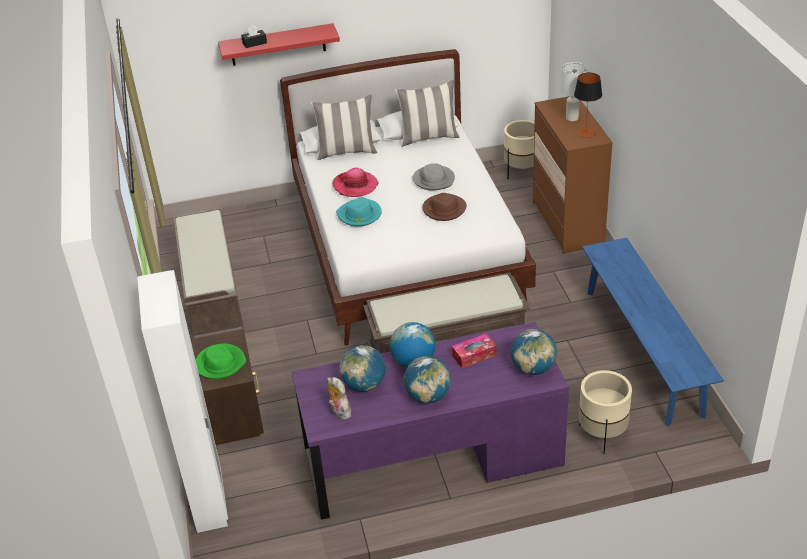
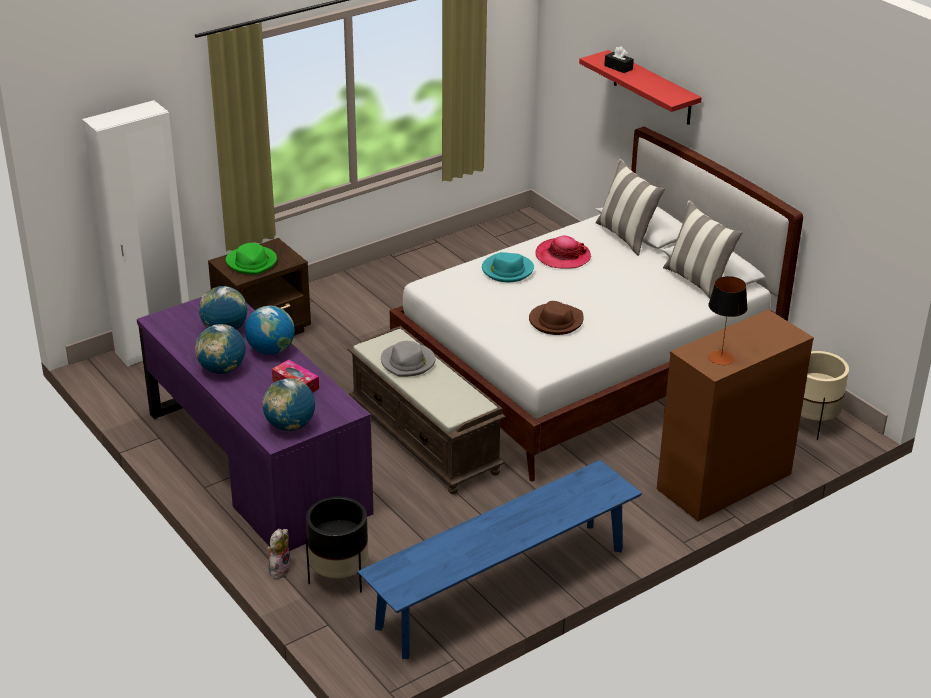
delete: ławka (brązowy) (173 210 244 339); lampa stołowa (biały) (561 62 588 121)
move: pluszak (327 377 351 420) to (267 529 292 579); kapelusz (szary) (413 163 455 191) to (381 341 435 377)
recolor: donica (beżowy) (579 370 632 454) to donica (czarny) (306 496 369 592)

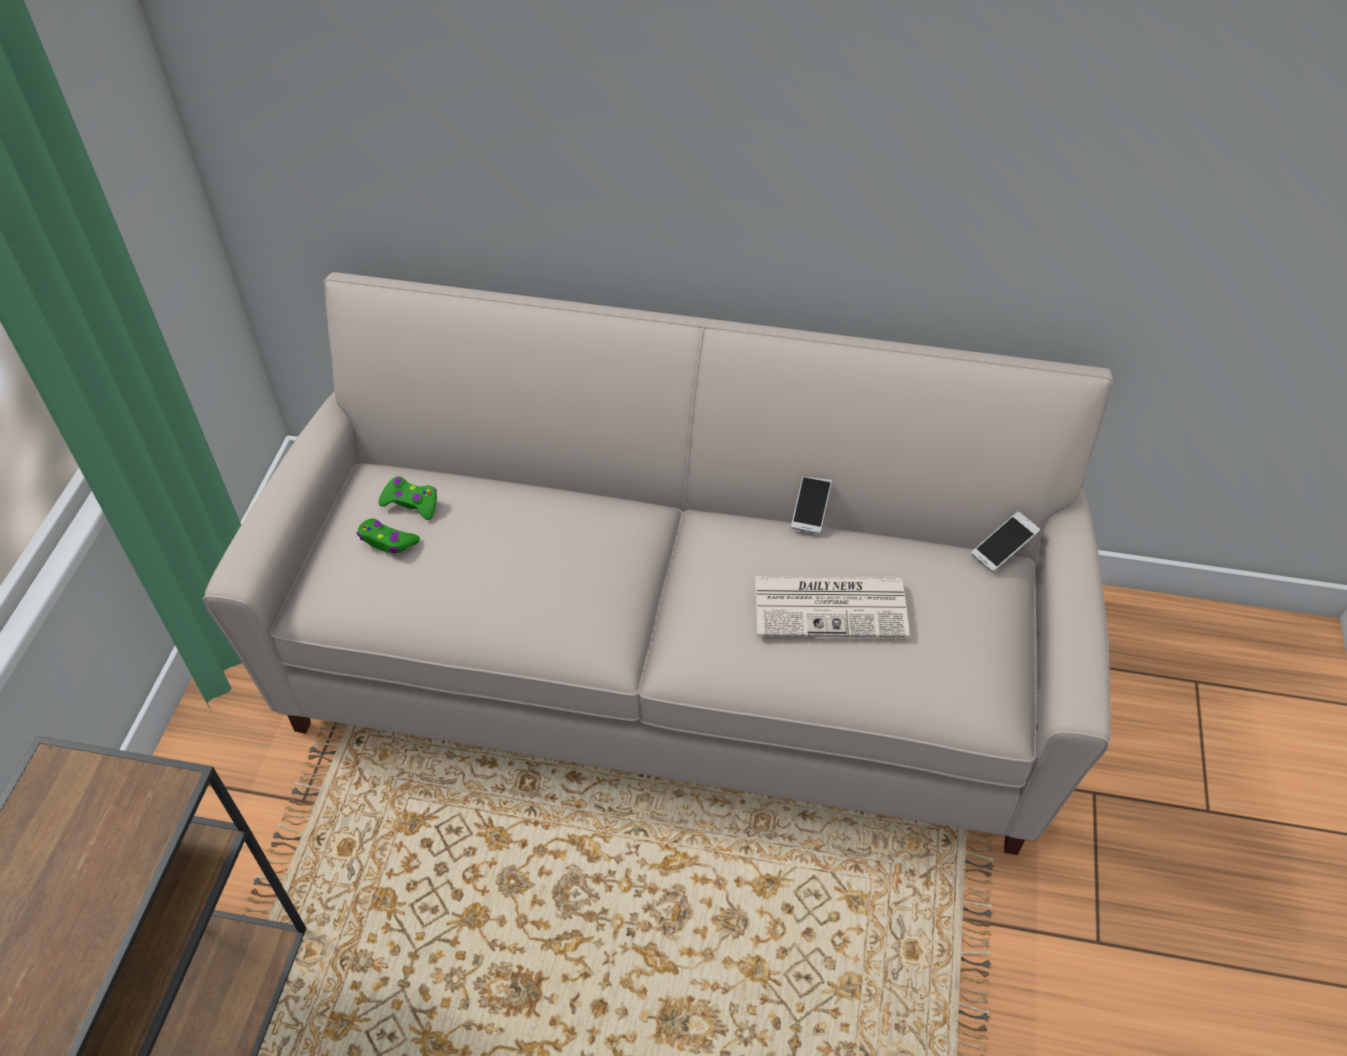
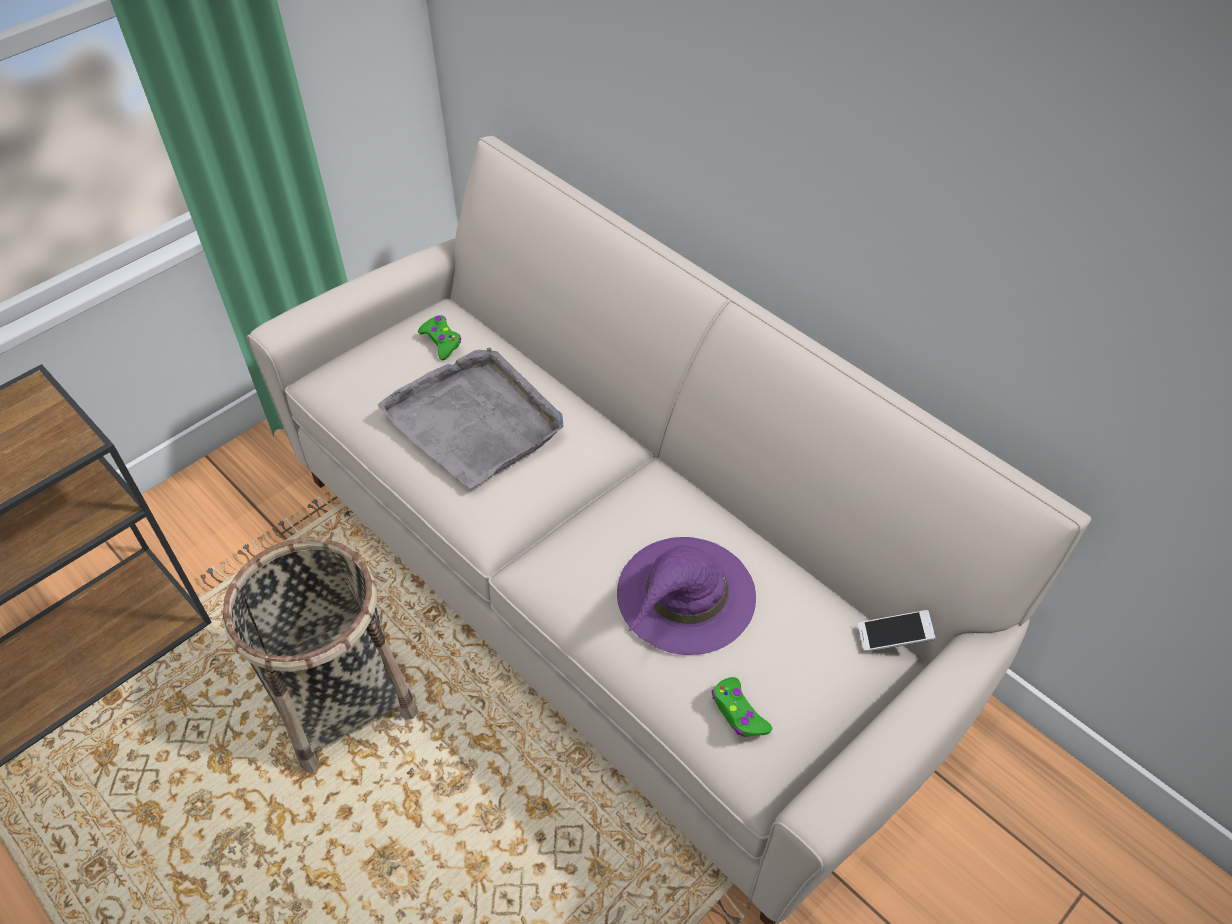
delete: telefon (791 477 832 534)
insert: koszyk (223 537 417 773); taca (szary) (378 348 563 488)
move: pad do gier (zielony) (357 519 420 554) to (712 677 772 737)
replace: gazeta (755 576 910 638) to kapelusz (fioletowy) (617 537 756 655)

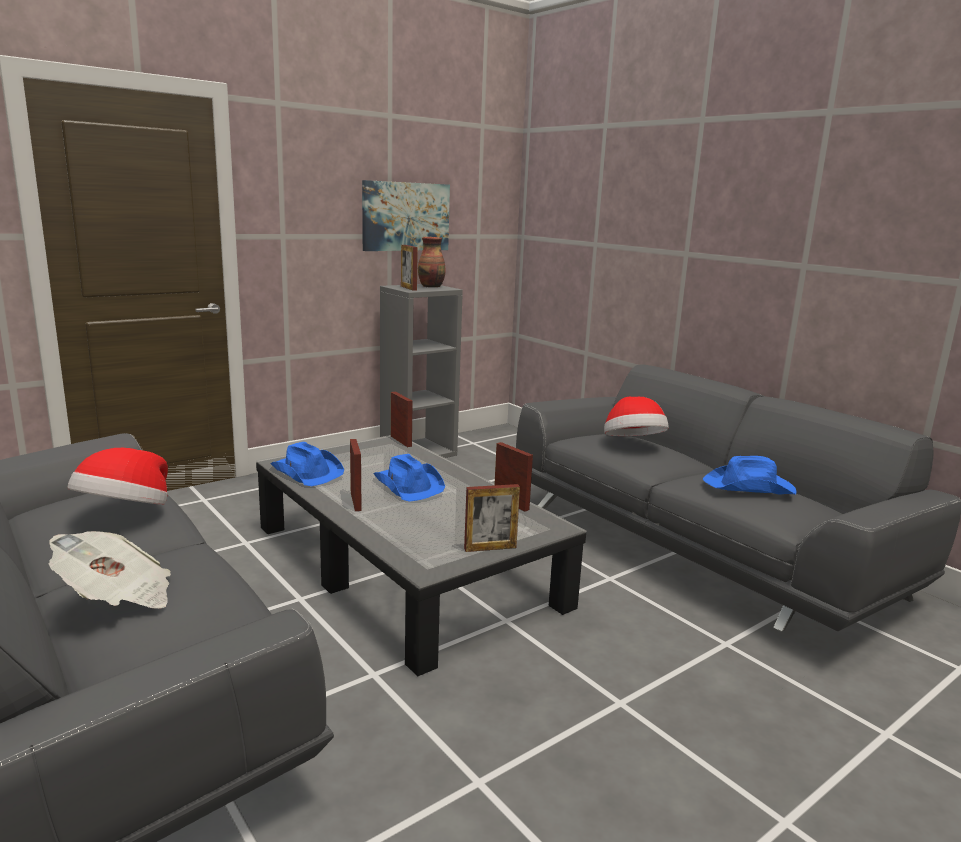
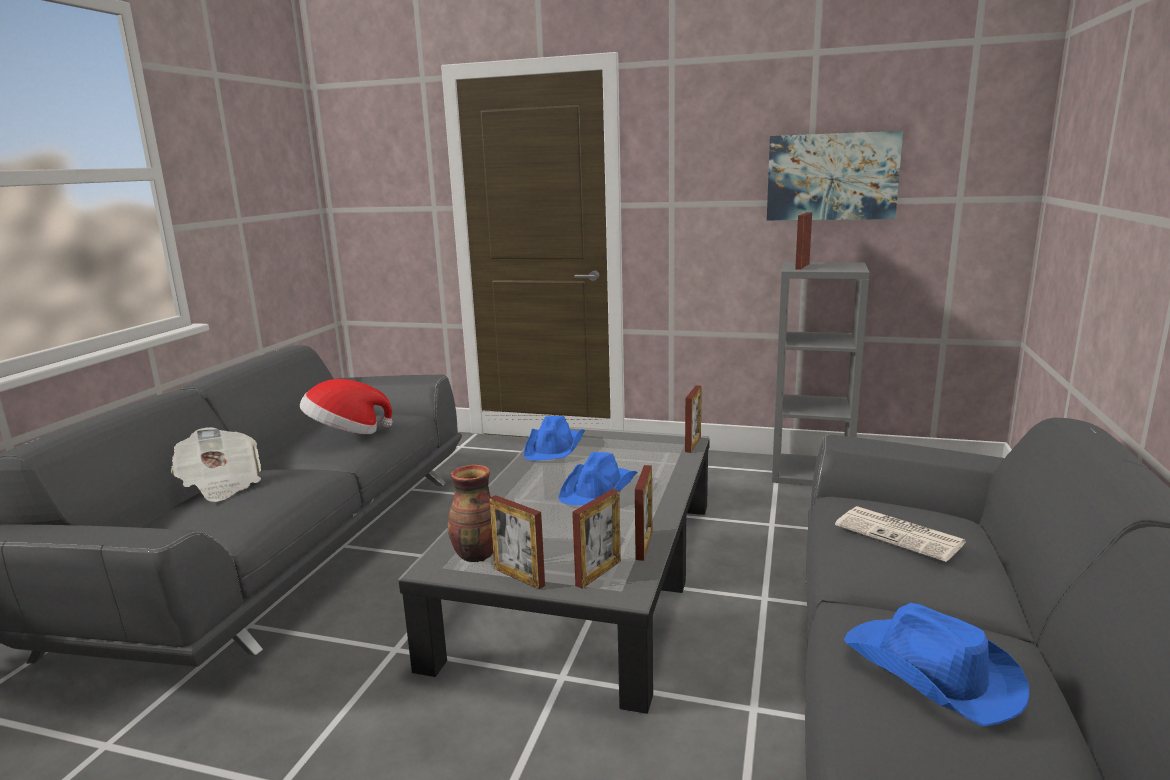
move: wazon (418 237 446 287) to (448 465 493 562); ramka na zdjęcie (350 439 362 511) to (572 489 621 589)
replace: kapelusz (604 397 669 436) to gazeta (835 506 966 562)

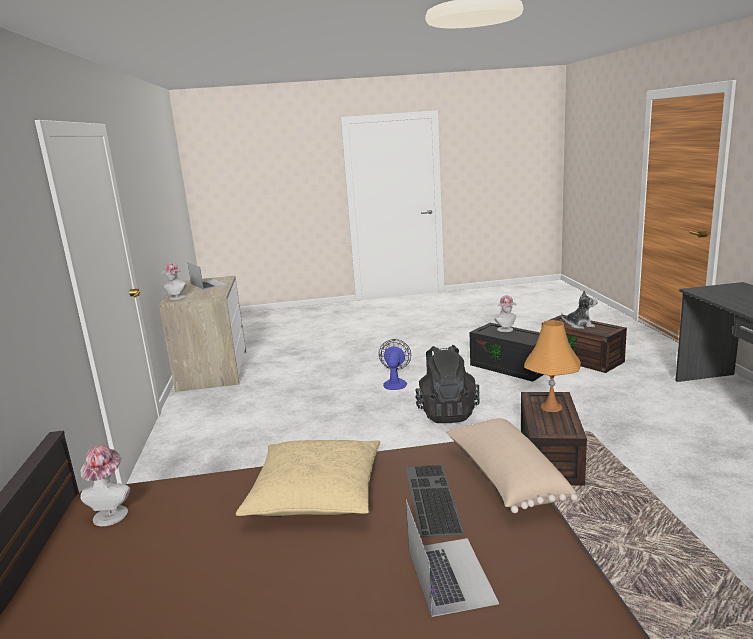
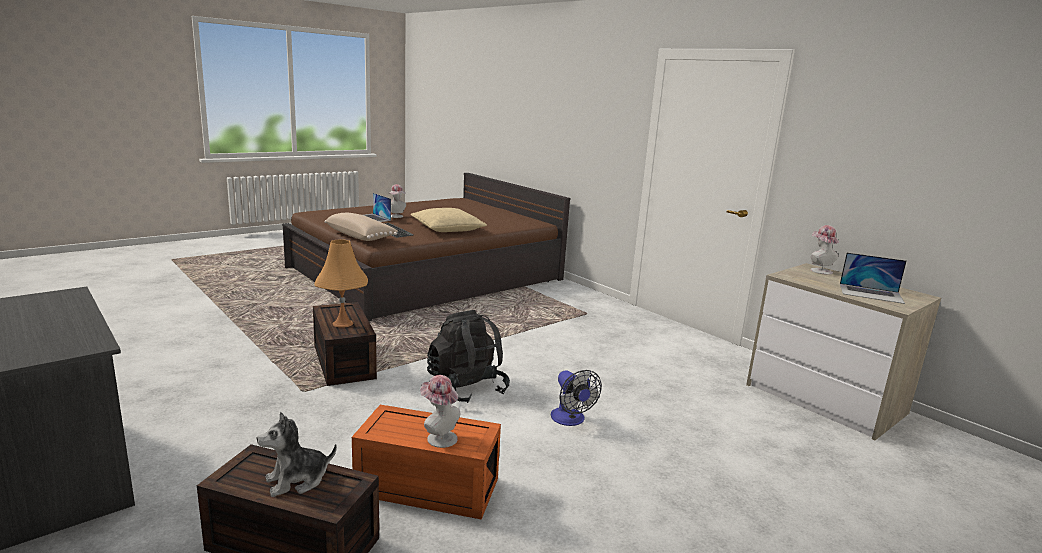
move: kapelusz (80 445 130 526) to (388 184 406 218)
recolor: pojemnik do przechowywania (czarny) (470 323 544 382) to pojemnik do przechowywania (pomarańczowy) (352 405 501 520)

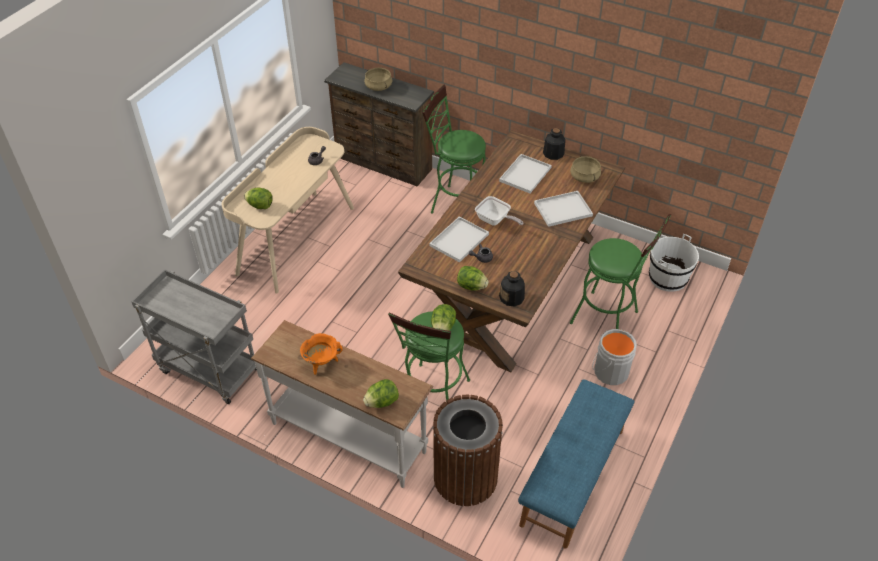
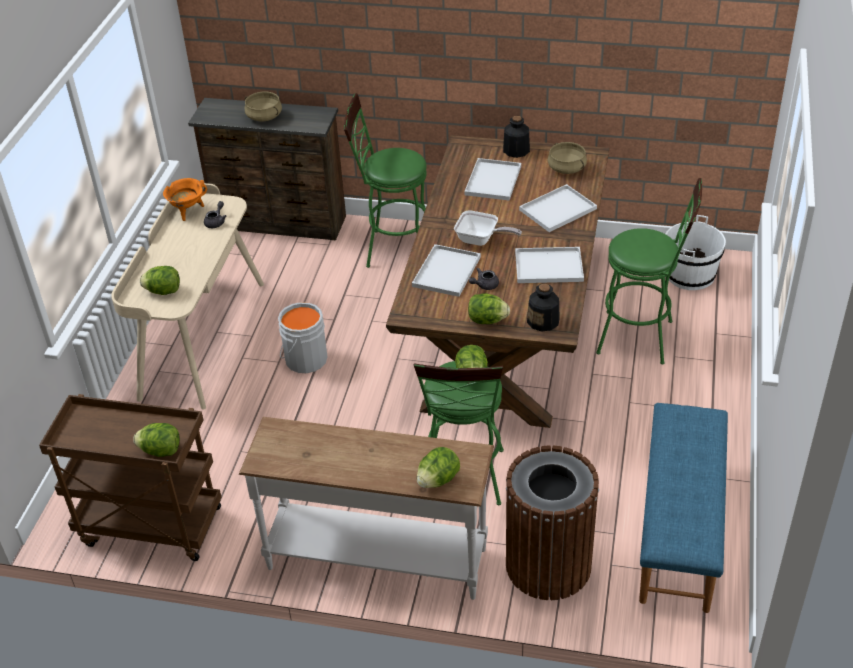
insert: sałata (133 423 180 457); taca (biały) (515 247 584 283)
move: garnek (pomarańczowy) (300 333 342 375) to (163 178 207 221); wiadro (szary) (592 329 637 385) to (278 302 328 373)
recolor: wózek (szary) (131 270 257 404) to wózek (brązowy) (39 394 222 561)

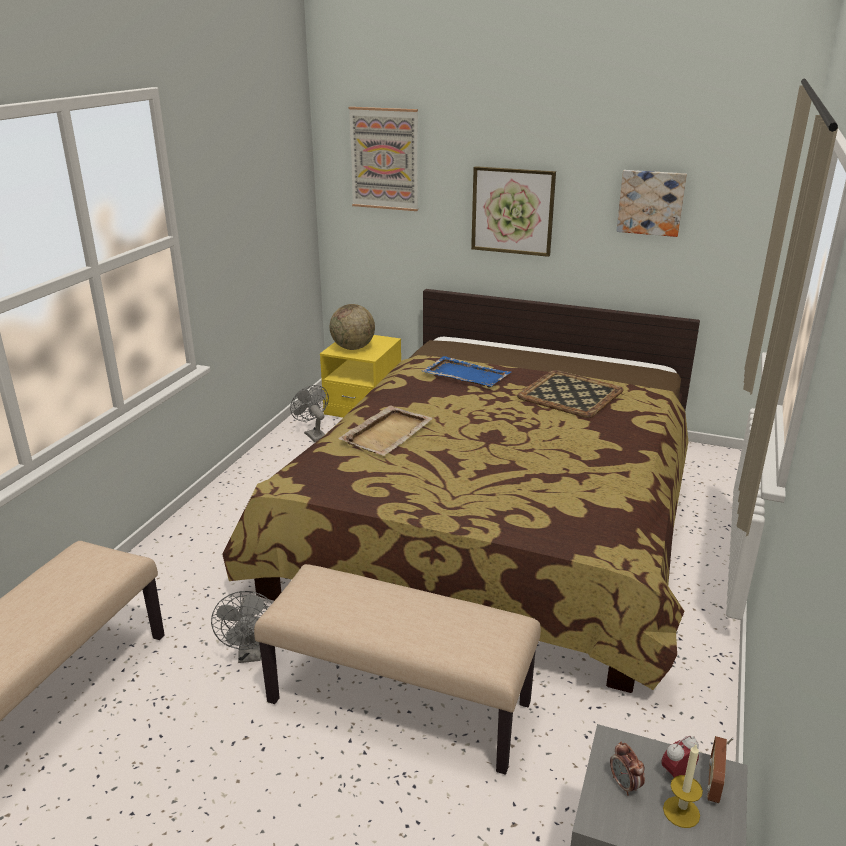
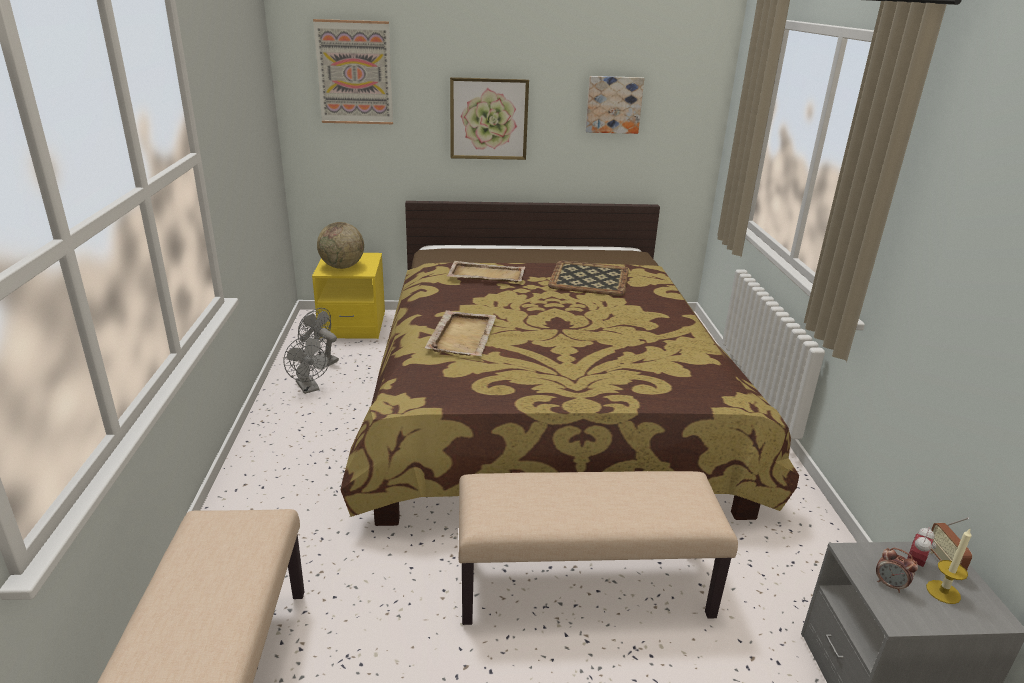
move: wentylator (szary) (211 591 272 663) to (283 336 331 394)
recolor: taca (niebieski) (422 356 511 387) to taca (beżowy) (447 261 525 283)

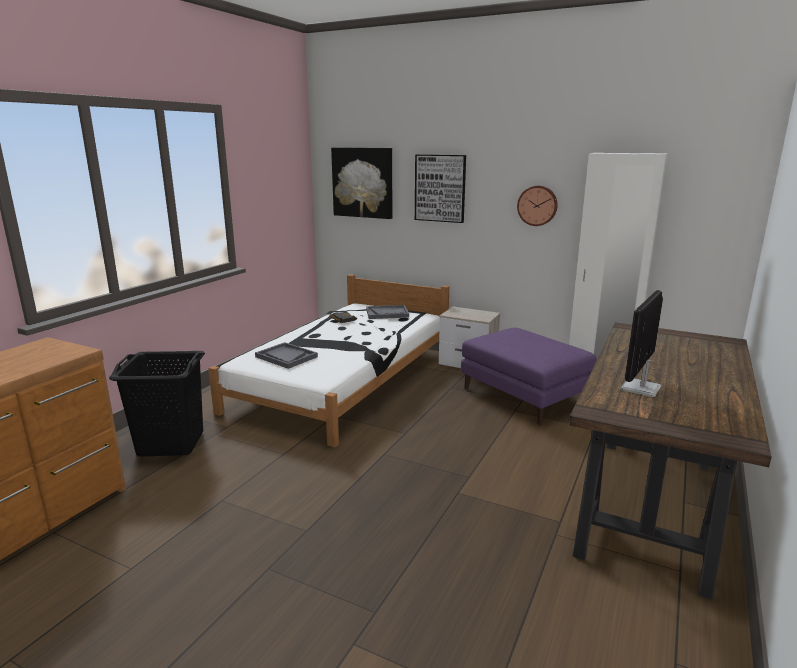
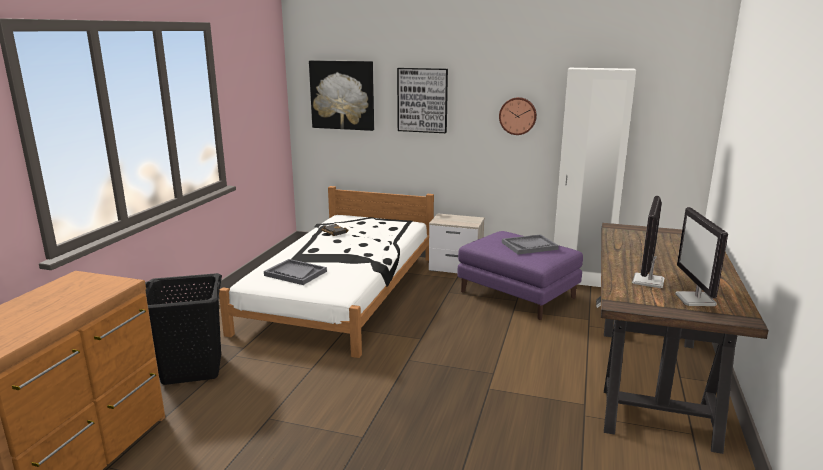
insert: monitor (675 207 728 306)
move: taca (szary) (366 305 409 319) to (502 234 559 254)

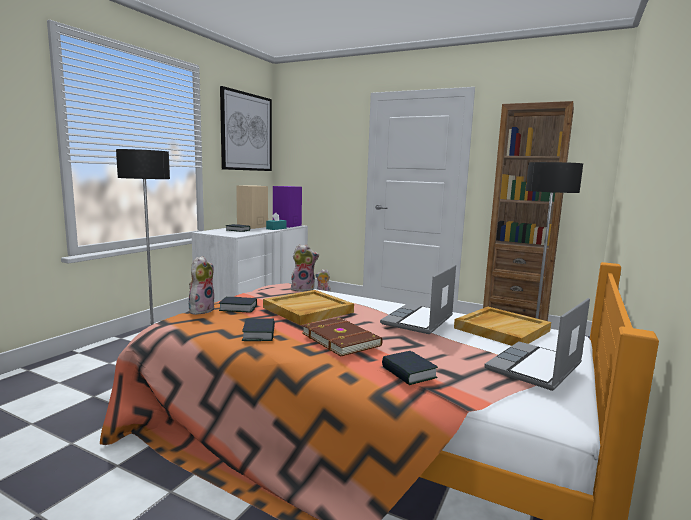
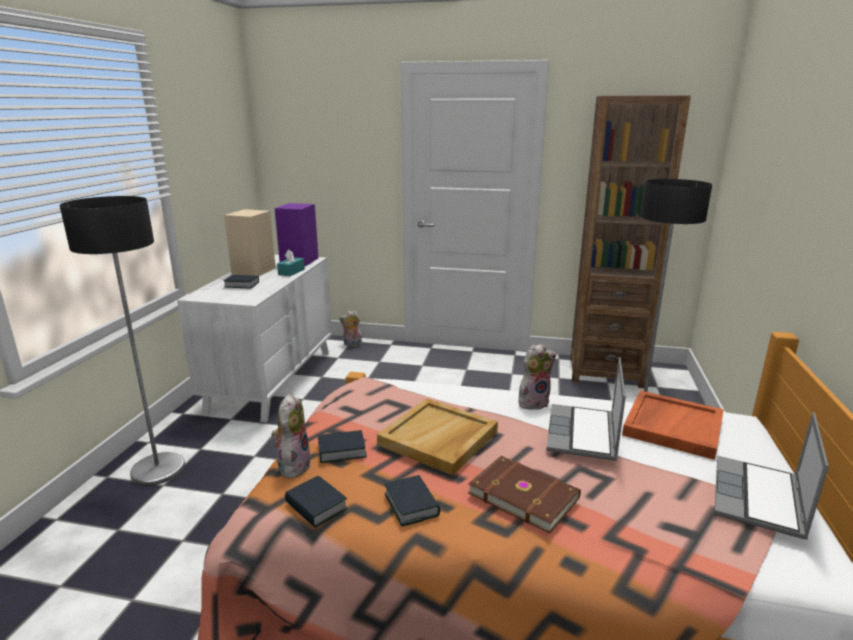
delete: obraz (220 86 272 171)
move: książka (382 351 438 385) to (285 476 348 528); pluszak (291 244 319 292) to (518 344 556 410)
recolor: taca (beżowy) (454 307 551 346) to taca (pomarańczowy) (622 390 724 460)

